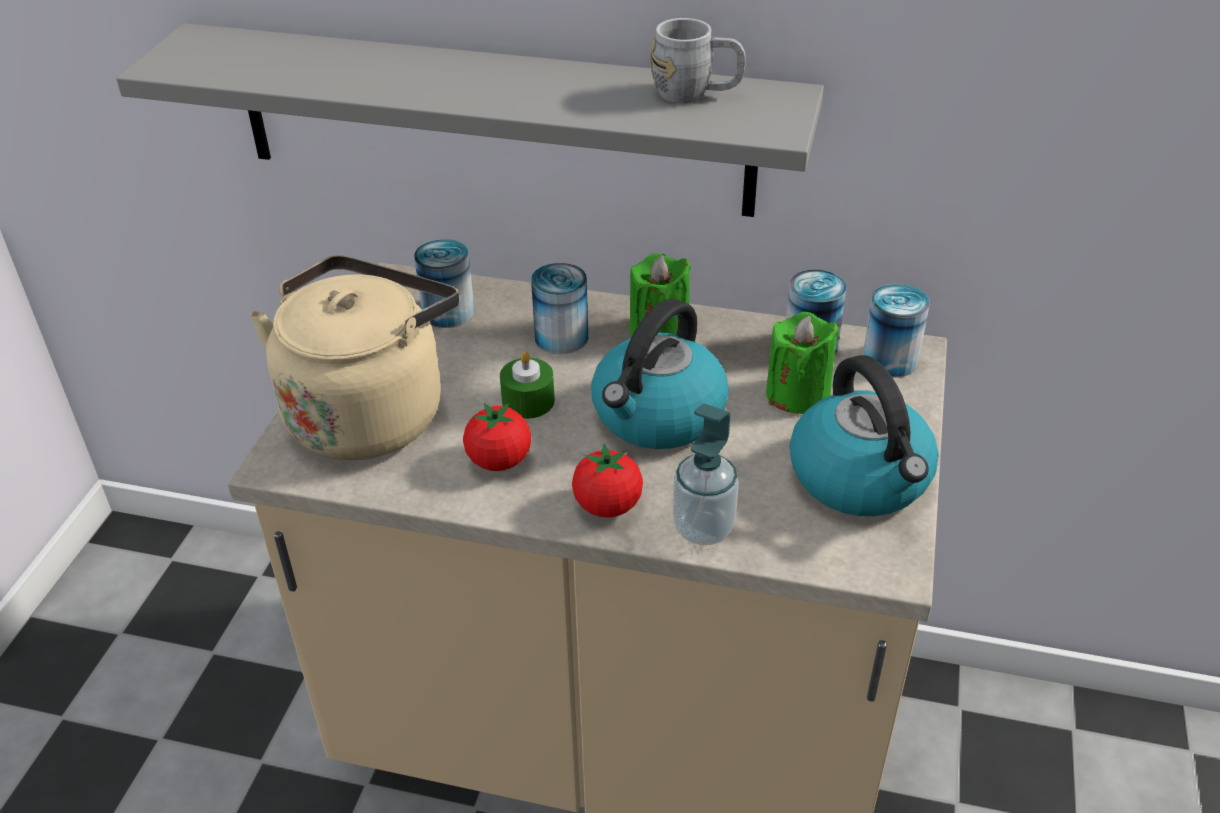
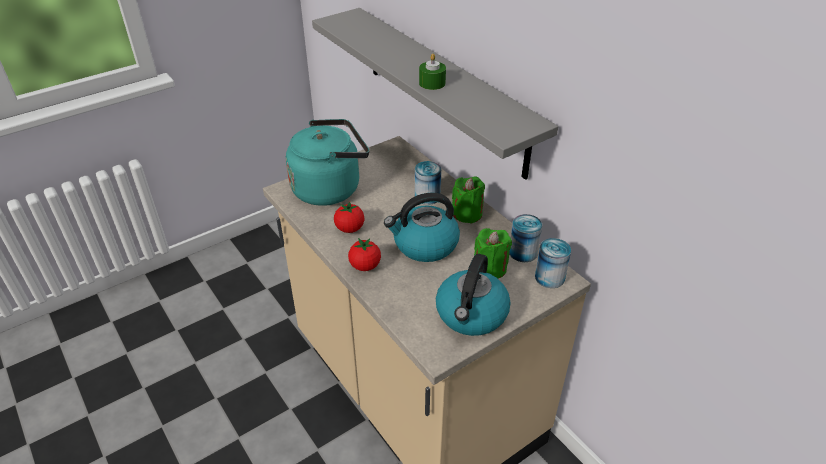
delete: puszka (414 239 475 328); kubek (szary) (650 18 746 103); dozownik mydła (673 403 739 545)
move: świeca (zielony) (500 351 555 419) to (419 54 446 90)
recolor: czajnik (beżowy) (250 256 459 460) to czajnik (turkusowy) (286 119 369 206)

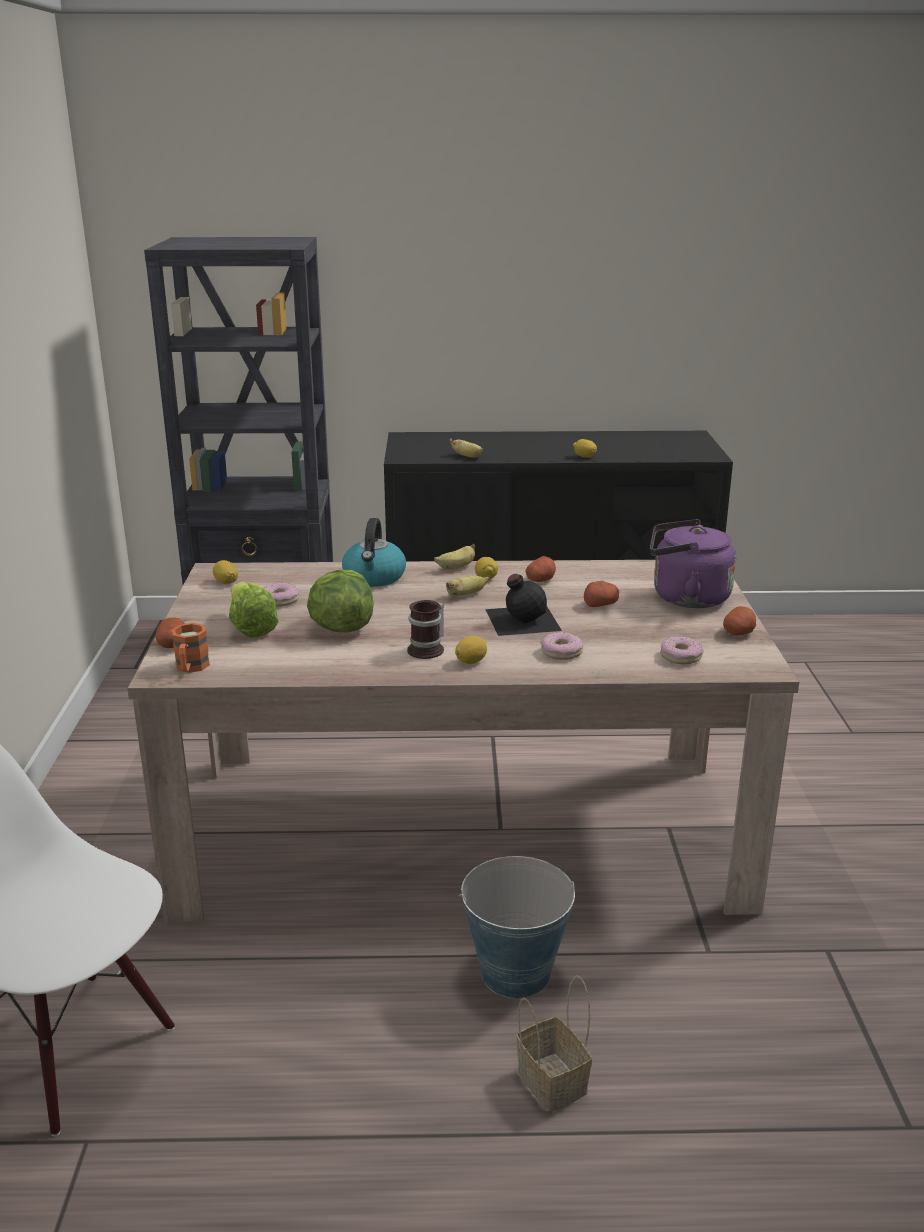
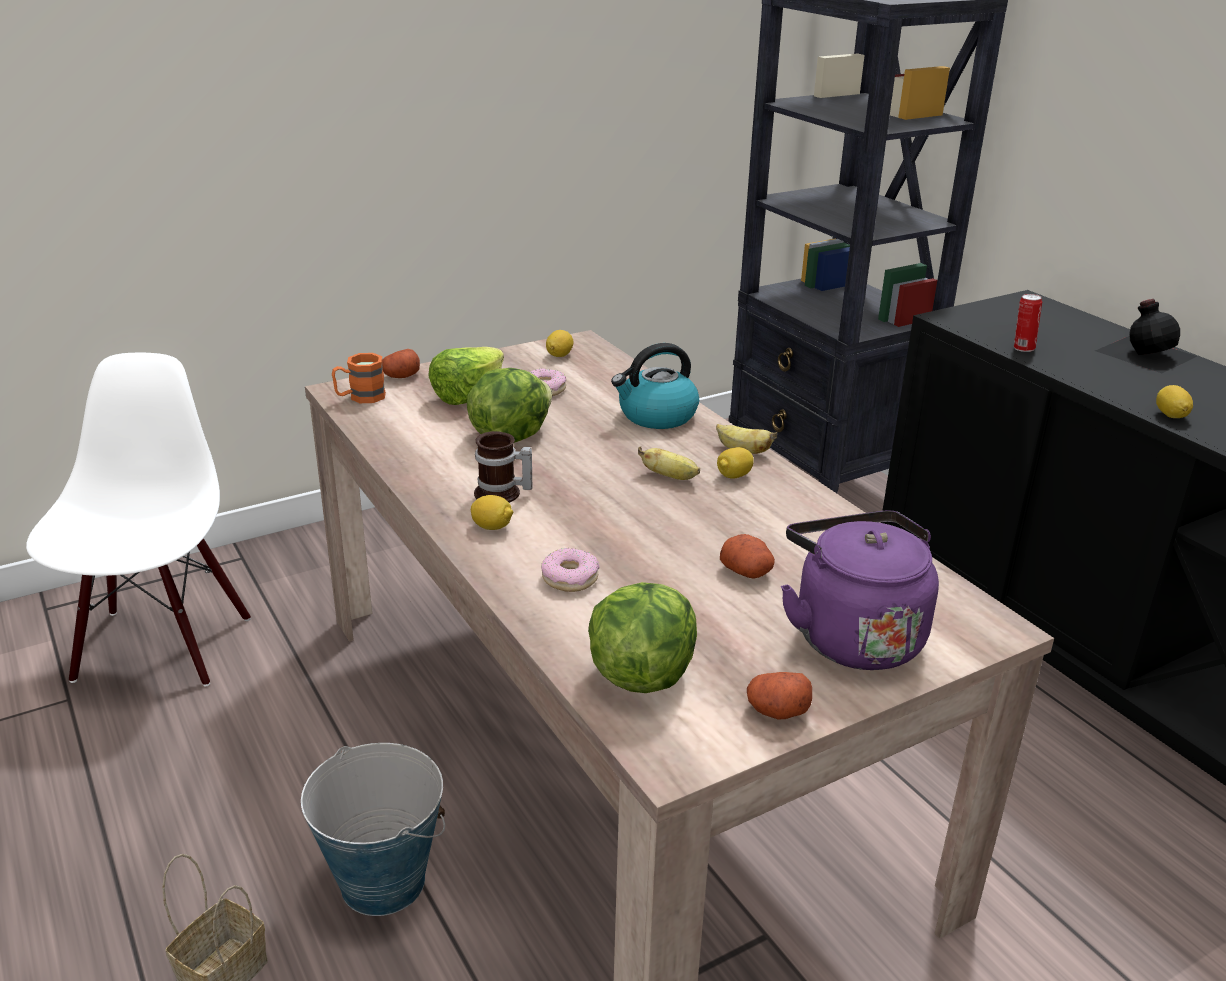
delete: ziemniak (525 556 556 582)
move: butelka (czarny) (485 574 562 636) to (1095 299 1197 373)
replace: donut (660 636 703 664) to sałata (588 582 697 693); banan (450 439 483 458) to puszka (1014 294 1042 352)

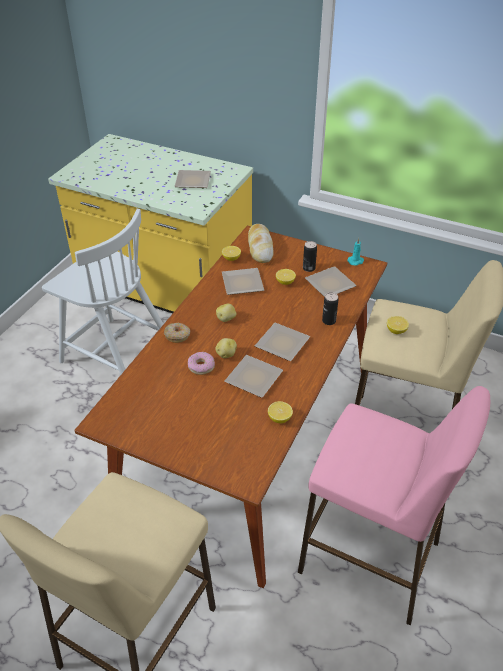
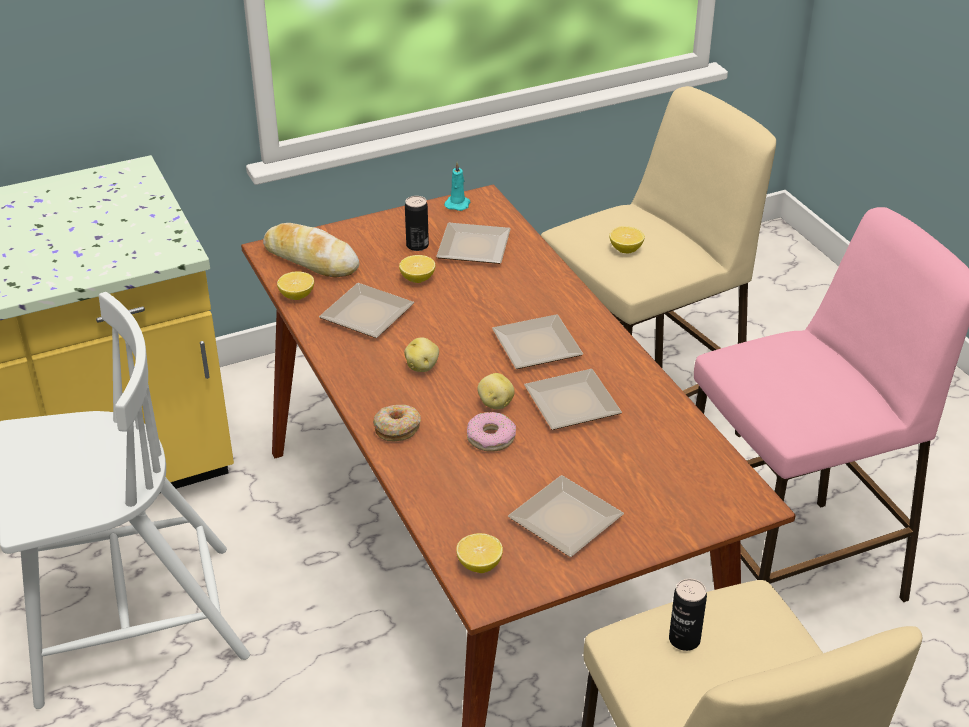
move: cytryna (268 401 293 423) to (456 533 503 573); talerz (174 170 211 188) to (508 475 624 557); puszka (322 292 339 325) to (669 579 707 651)

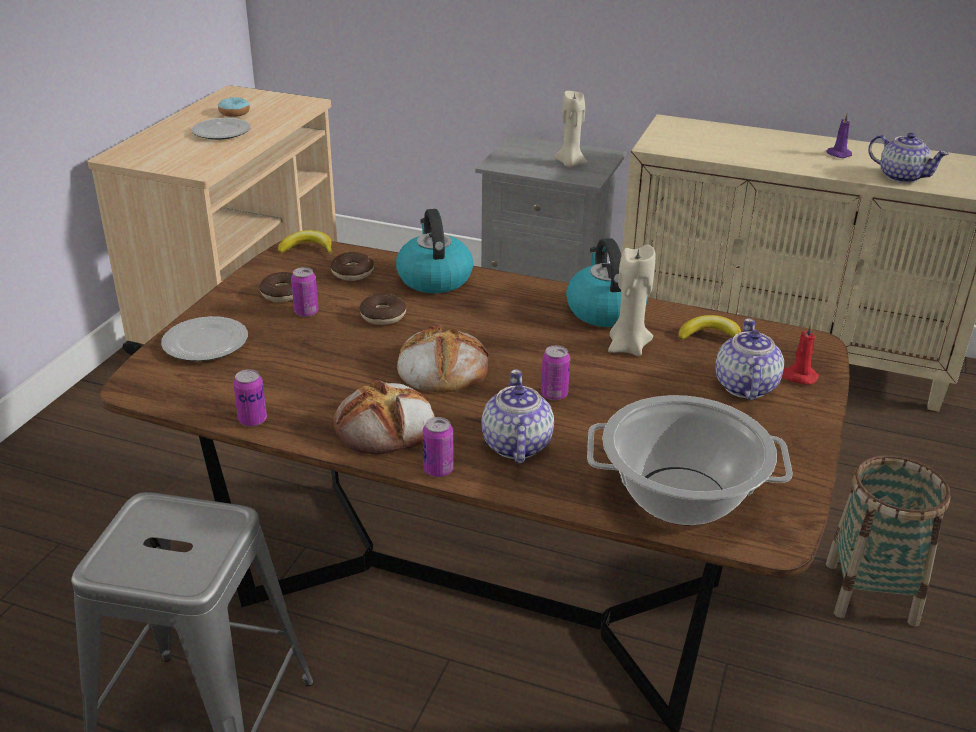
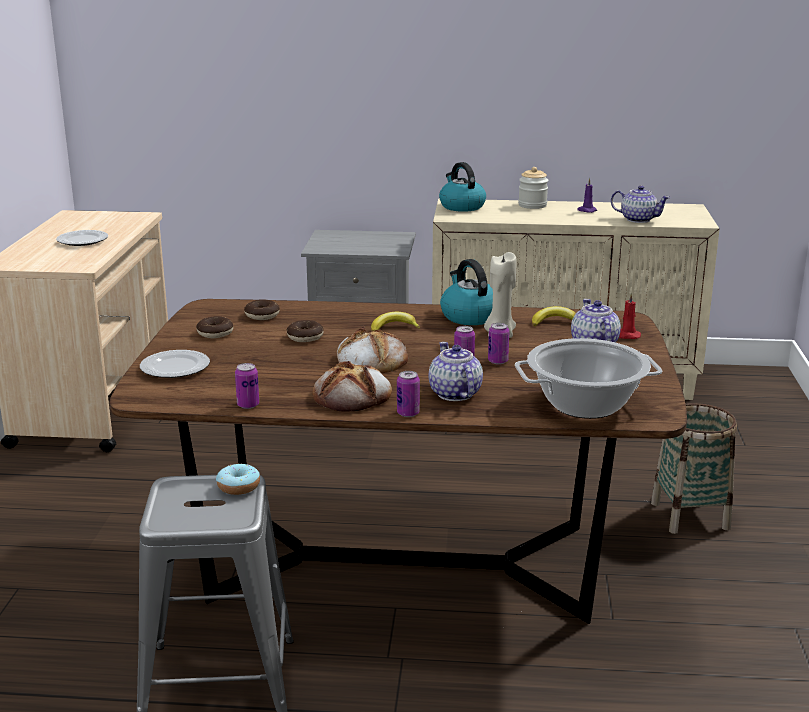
delete: świeca (beżowy) (554 91 588 167)
insert: słoik (518 167 548 209)
move: donut (218 97 250 117) to (216 464 260 495); banan (278 230 332 255) to (371 312 420 331); czajnik (396 209 473 293) to (439 162 486 212); puszka (291 267 319 317) to (488 323 509 365)

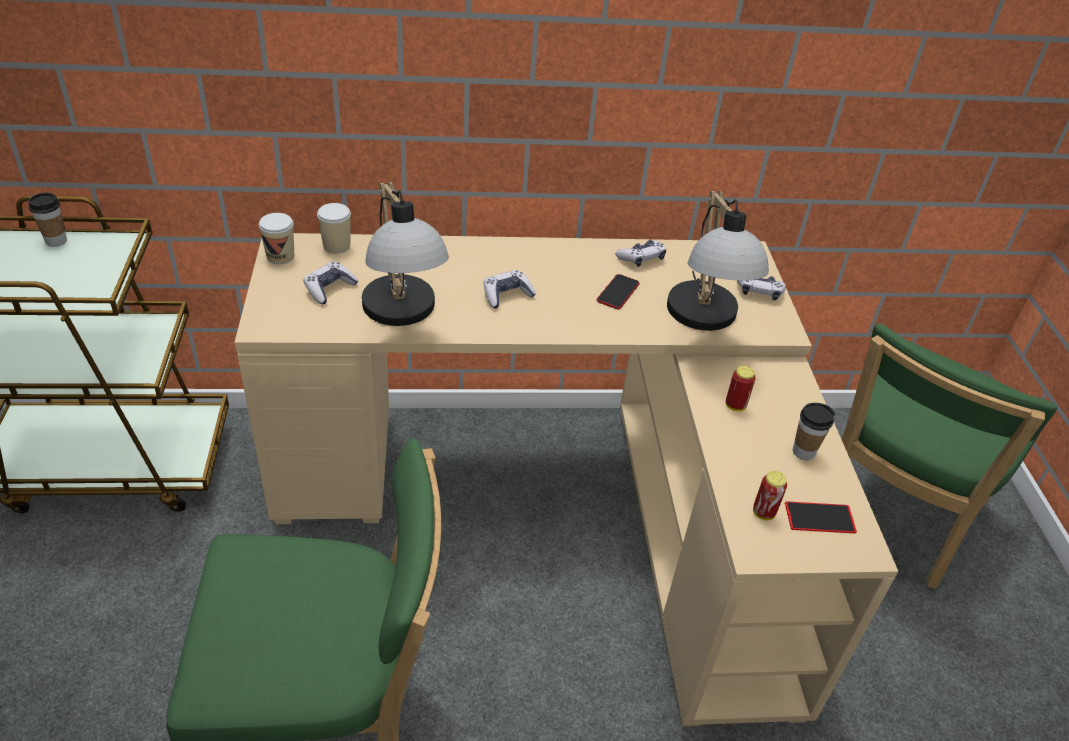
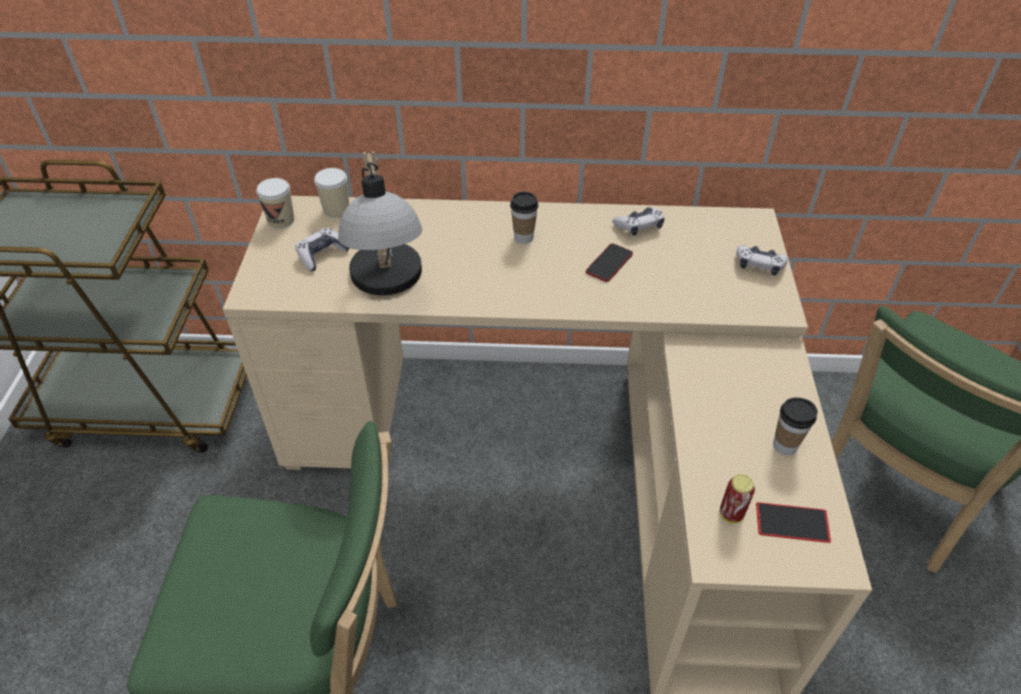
delete: pad do gier (484 270 536 309); lampa stołowa (667 191 769 331); puszka (726 366 756 411)
move: filiżanka (29 193 67 247) to (510 191 538 244)

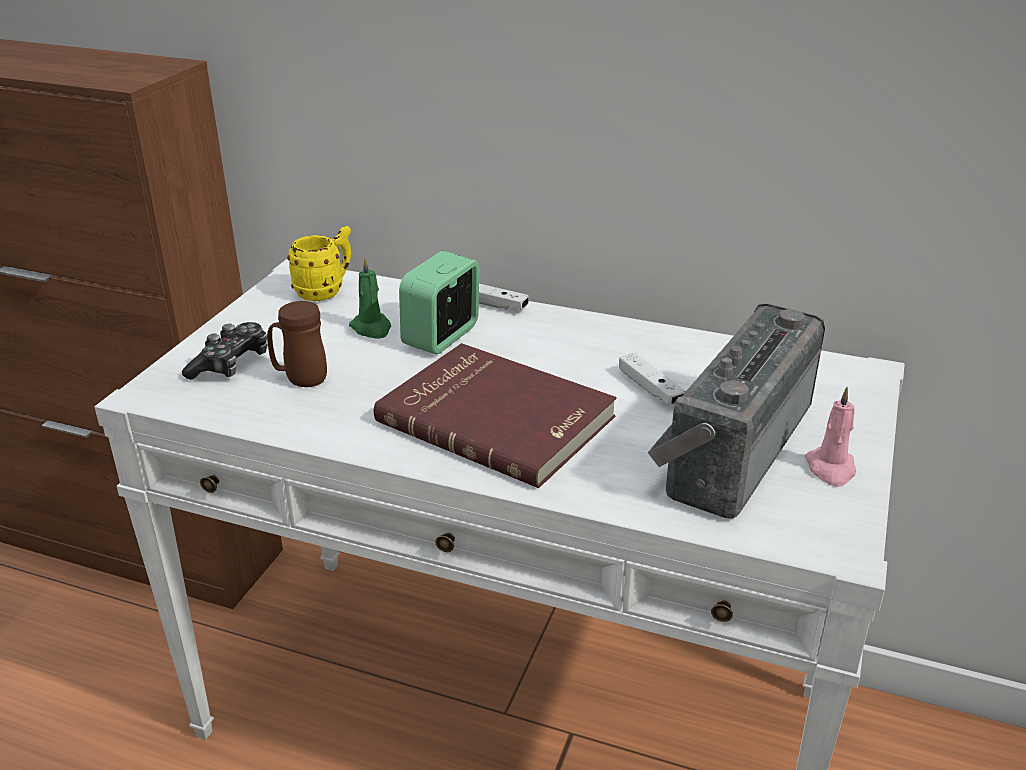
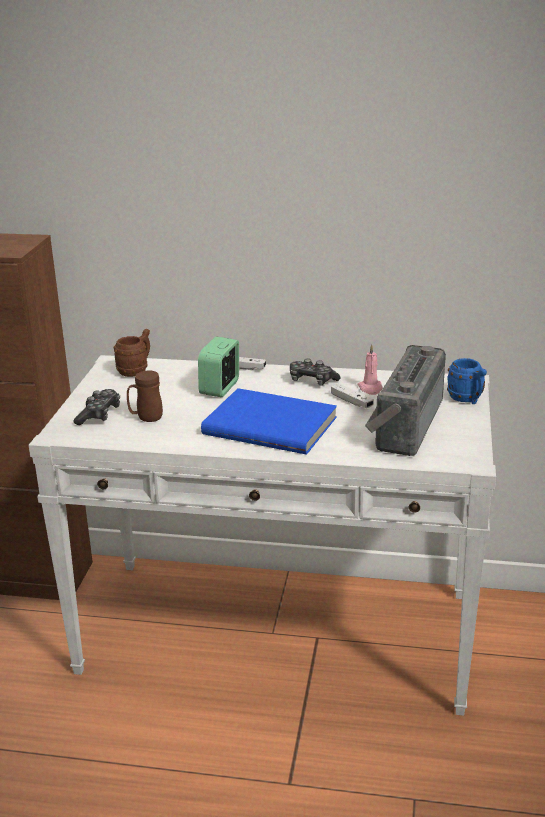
delete: świeca (zielony) (349 257 391 339)
insert: pad do gier (290 358 340 386); kubek (niebieski) (447 358 487 404)
move: świeca (różowy) (805 387 856 487) to (357 344 382 395)
recolor: kubek (żółty) (287 226 351 301) to kubek (brązowy) (114 329 150 377); książka (czerwony) (374 343 617 488) to książka (niebieski) (201 388 337 455)

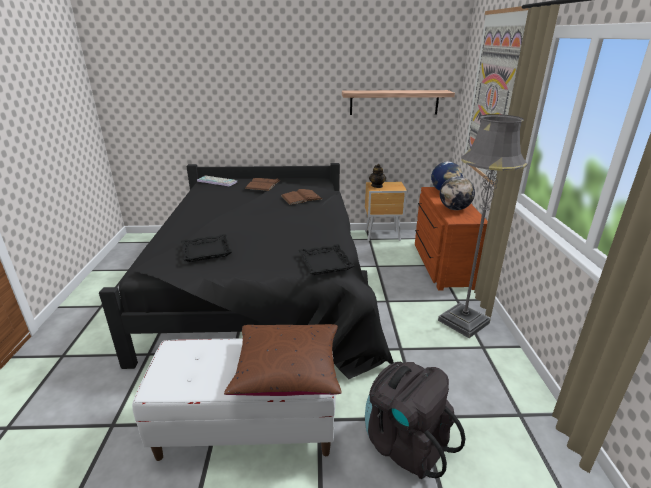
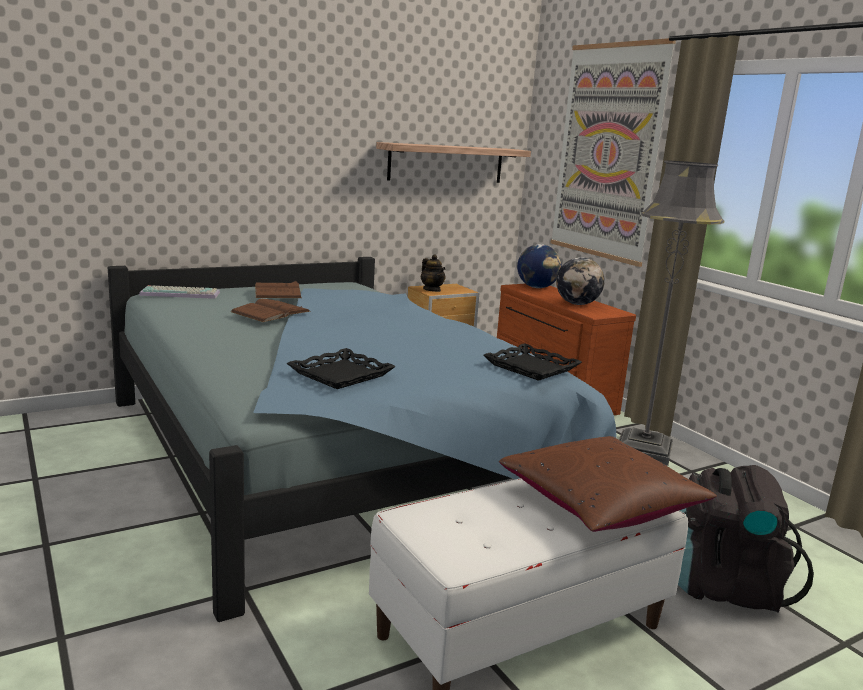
move: książka (brązowy) (281 189 322 205) to (230 299 311 322)
recolor: łóżko (czarny) (99 163 394 379) to łóżko (niebieski) (108 257 617 622)

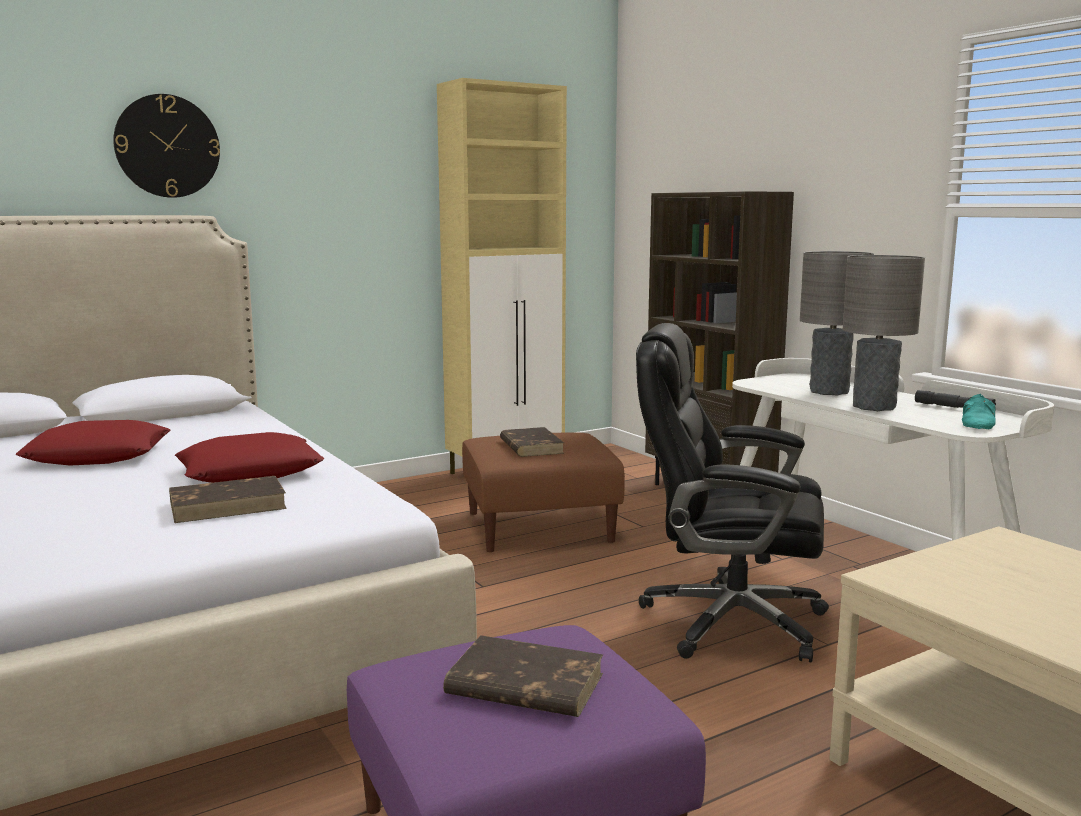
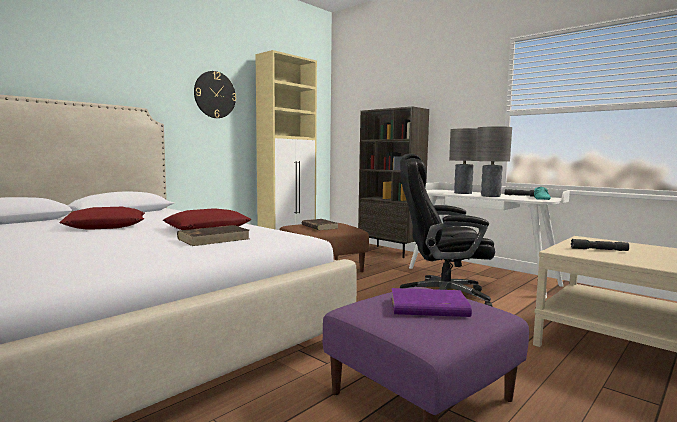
insert: latarka (szary) (571 239 629 251)
move: zegar ścienny (113 94 220 198) to (194 71 236 118)
recolor: książka (brązowy) (443 635 603 717) to książka (fioletowy) (391 288 472 317)

